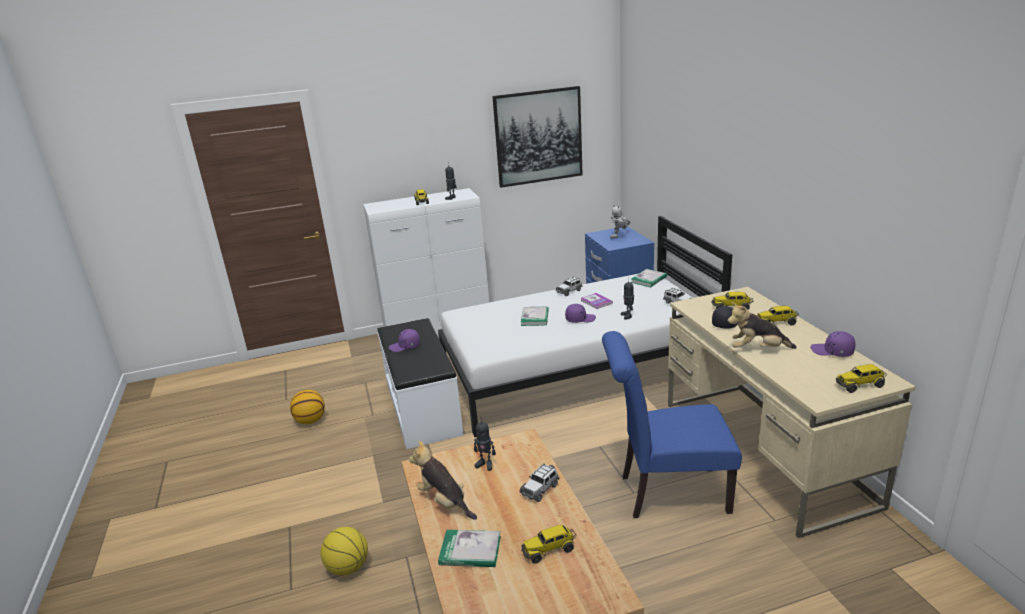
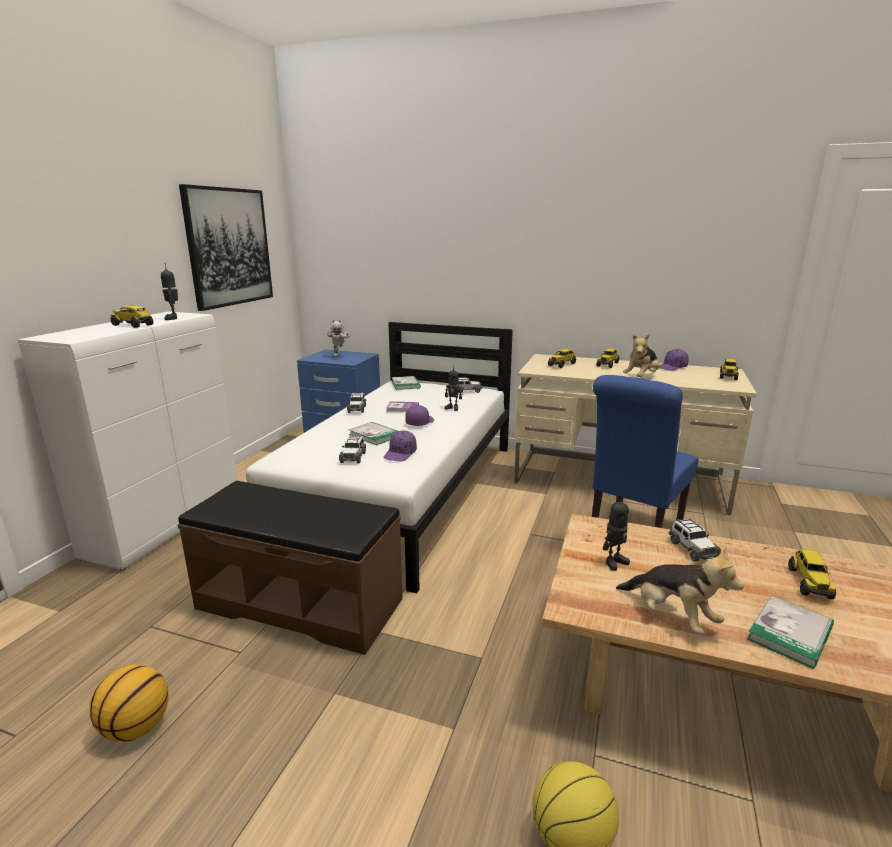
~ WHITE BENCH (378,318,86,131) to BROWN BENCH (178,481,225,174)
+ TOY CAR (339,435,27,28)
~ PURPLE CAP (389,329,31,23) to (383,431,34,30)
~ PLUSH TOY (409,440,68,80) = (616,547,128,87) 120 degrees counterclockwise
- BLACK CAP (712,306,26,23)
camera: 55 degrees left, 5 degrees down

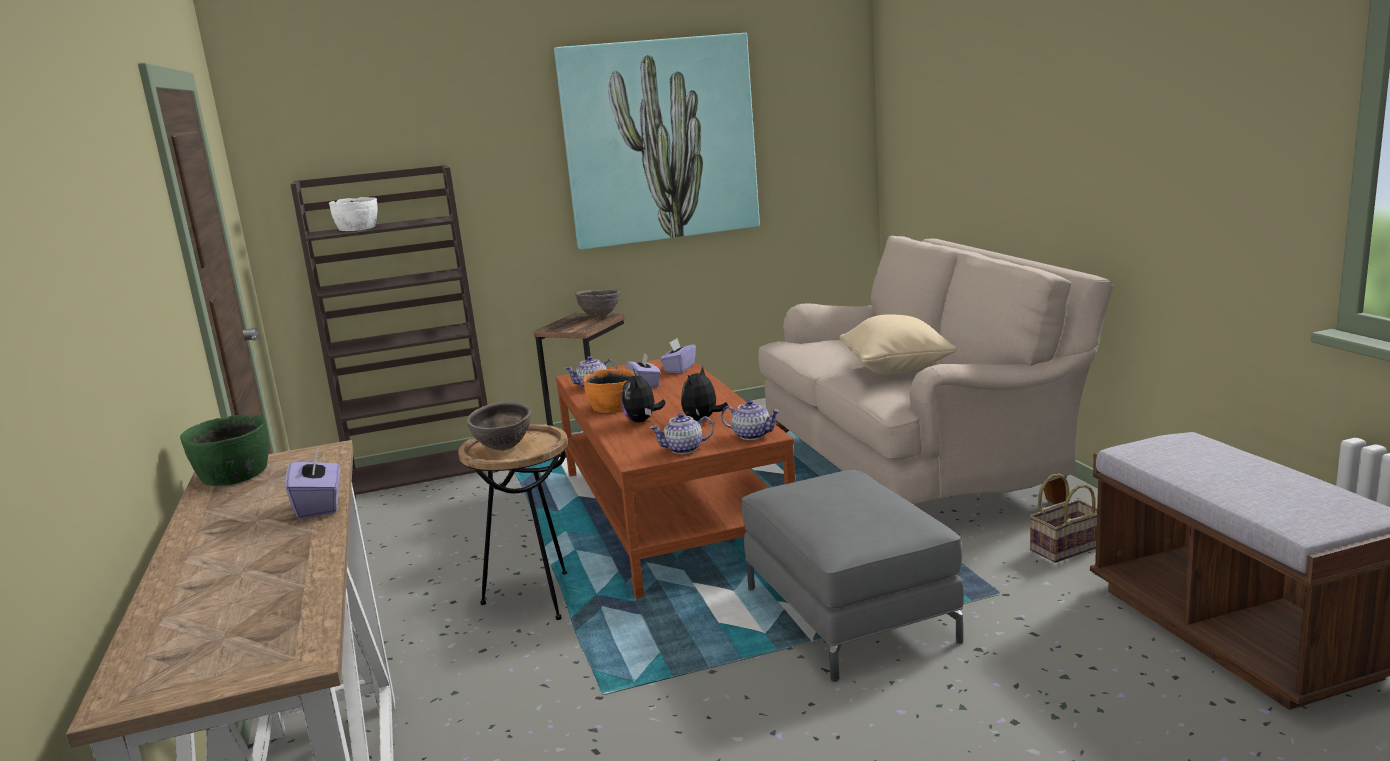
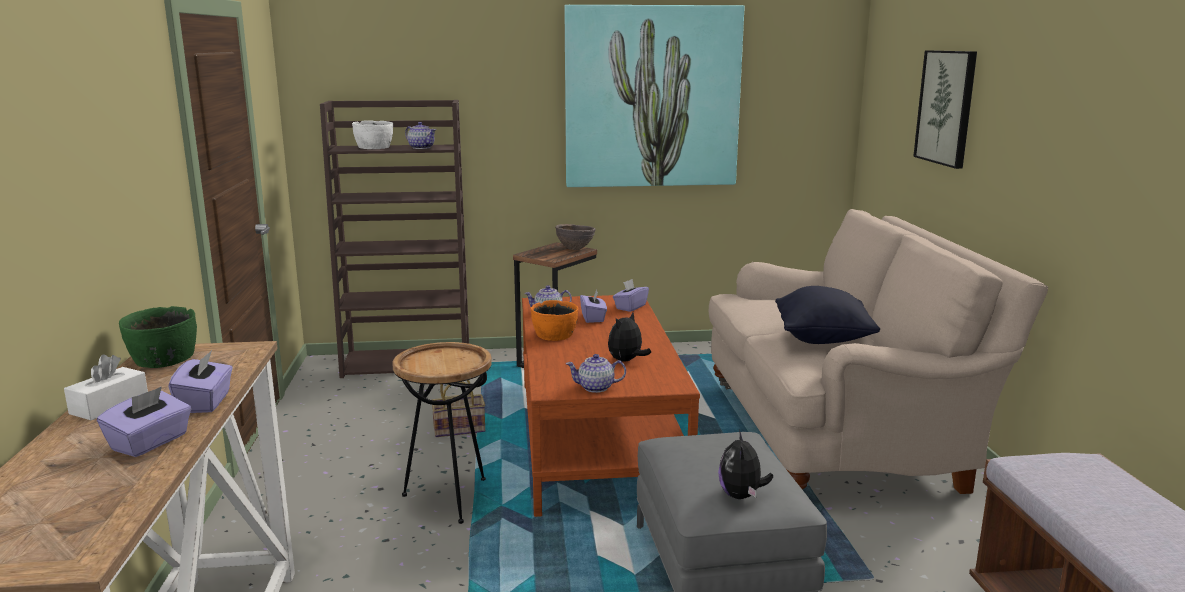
+ WHITE TISSUE BOX (64,355,84,65)
+ PURPLE TISSUE BOX (97,387,94,70)
~ TEAPOT (721,400,59,40) to (405,122,31,27)
~ BASKET (1029,473,68,90) to (432,380,53,57)
~ PLUSH TOY (621,369,44,54) to (718,430,55,69)
~ BEIGE PILLOW (840,315,117,60) to BLACK PILLOW (775,286,105,58)
+ PICTURE (913,50,64,119)
- BROWN BOWL (467,401,65,50)
camera: 10 degrees right, 0 degrees up

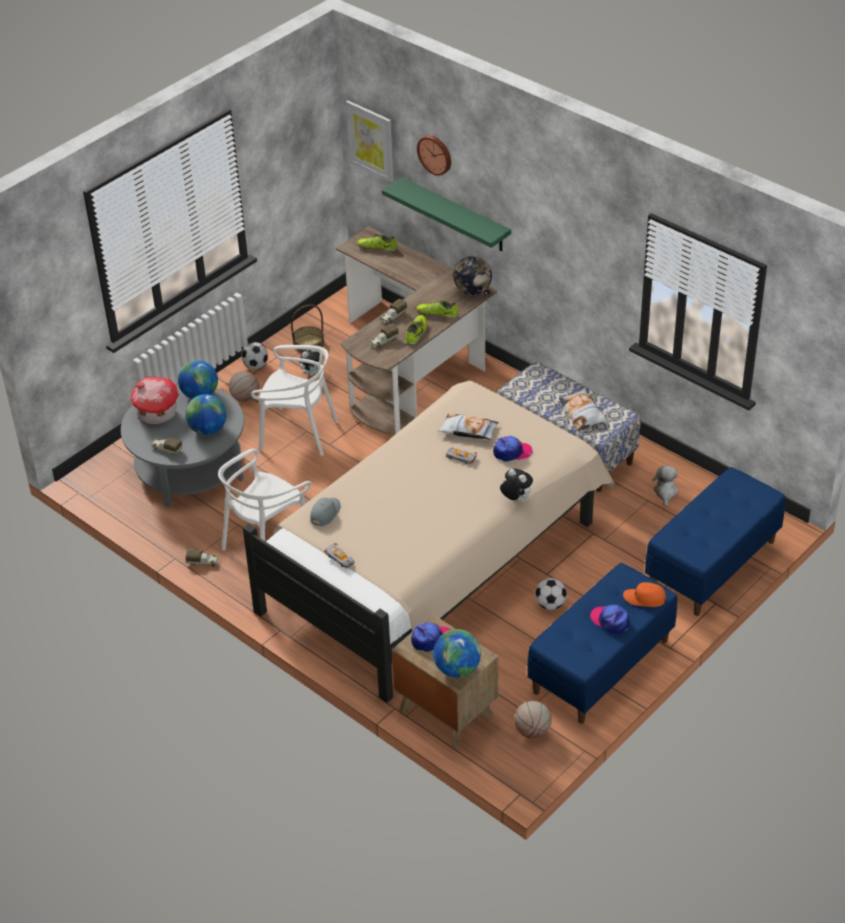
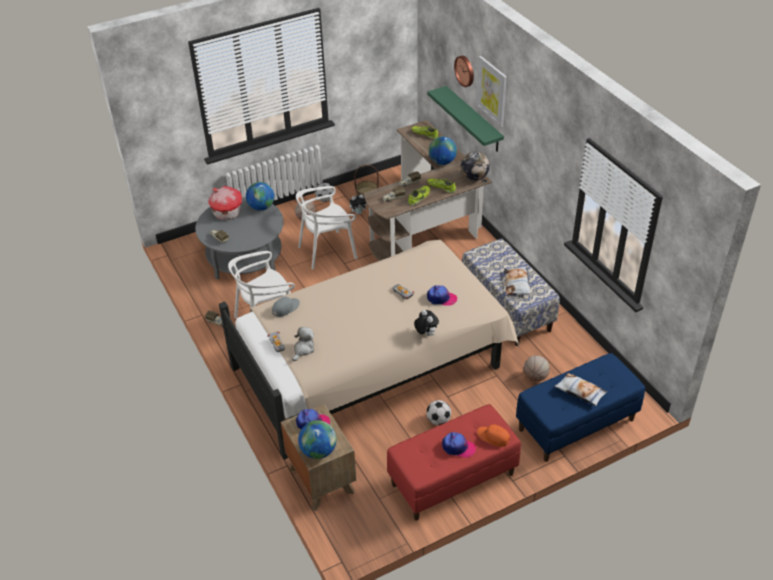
~ PLUSH TOY (652,466,27,41) to (292,327,22,34)
~ WHITE CHAIR (251,345,87,111) = (296,186,61,83) 120 degrees clockwise
~ BLUE BENCH (527,563,150,161) to RED BENCH (387,404,134,117)
~ GLOBE (185,394,41,41) to (429,137,28,28)
~ CAP (590,605,40,29) = (442,432,34,25) 135 degrees clockwise
~ PICTURE (346,101,47,81) to (476,56,31,71)
~ BASKETBALL (515,701,37,38) to (523,356,27,26)
~ PILLOW (438,414,61,26) to (555,373,52,33)
camera: 20 degrees right, 0 degrees up

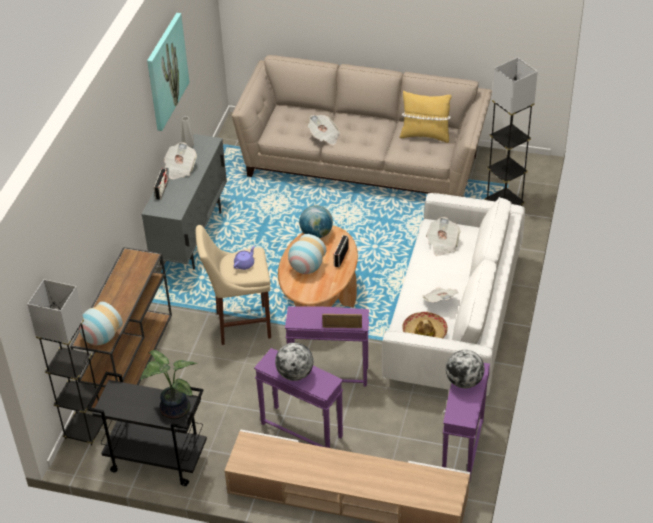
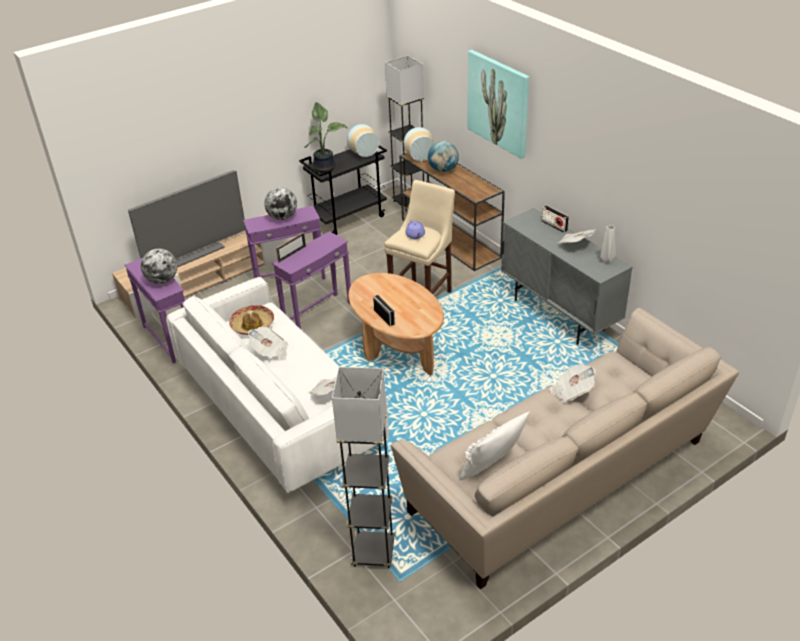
+ TELEVISION (128,170,118,97)
~ VASE (288,234,38,40) to (347,124,32,33)
~ GLOBE (299,205,34,33) to (428,141,31,31)
~ YELLOW PILLOW (400,91,52,52) to WHITE PILLOW (460,411,70,69)
~ PICTURE (147,13,43,118) to (467,50,62,109)
camera: 130 degrees right, 5 degrees down

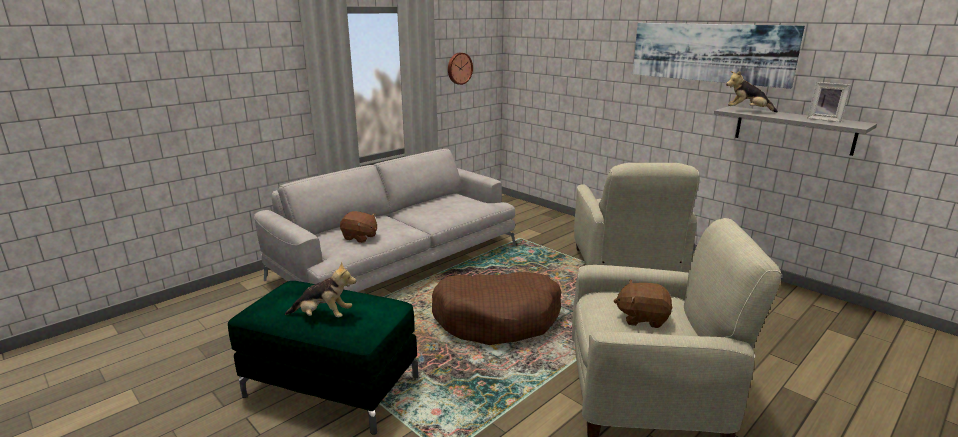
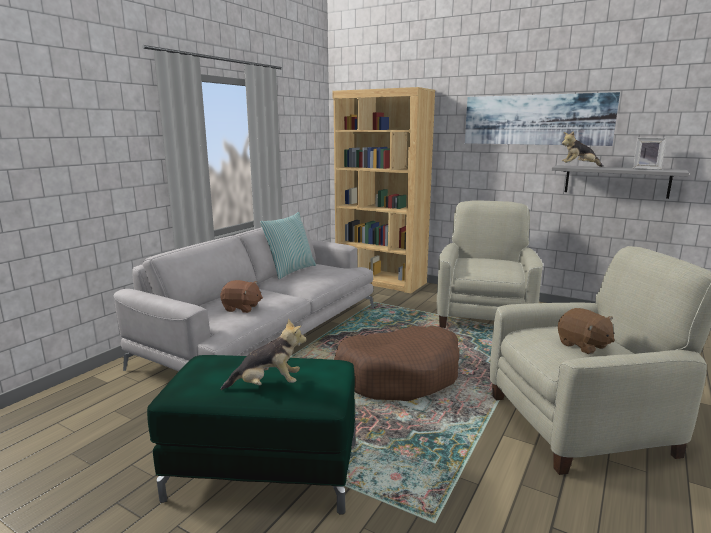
+ PILLOW (260,212,56,67)
+ BROWN BOOKCASE (333,87,102,206)
~ BEIGE ARMCHAIR (574,163,126,110) = (437,200,106,128) 150 degrees counterclockwise
~ BROWN PLUSH TOY (614,280,59,48) = (558,308,57,46) 120 degrees counterclockwise
- WALL CLOCK (448,53,25,32)
camera: 15 degrees left, 5 degrees down

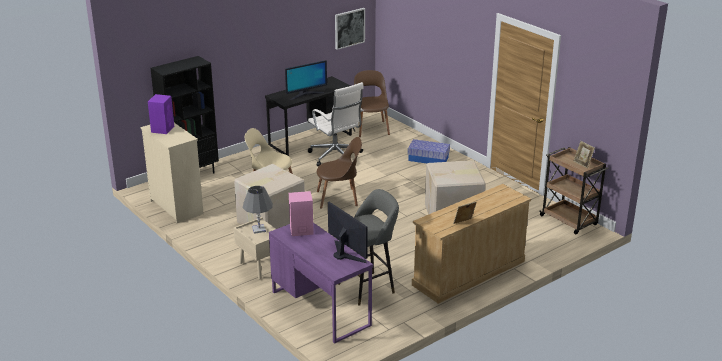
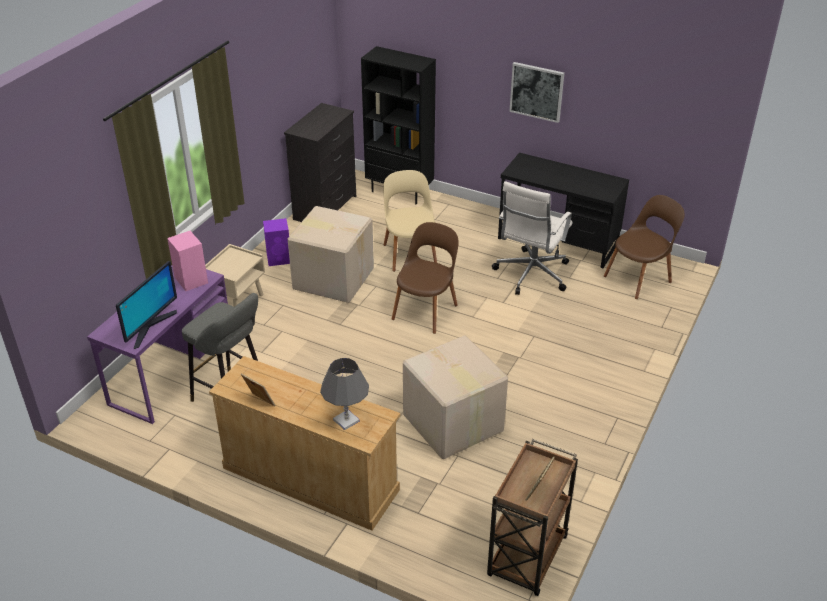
~ PURPLE SPEAKER (148,94,26,40) to (263,218,27,48)
~ BEIGE DRESSER (140,123,64,100) to BLACK DRESSER (284,103,72,119)
~ GREY TABLE LAMP (243,186,30,48) to (320,358,49,72)
~ BROWN CHAIR (317,137,45,72) = (392,222,67,112) 120 degrees counterclockwise
~ PICTURE (335,8,30,42) to (509,62,55,61)
- MONITOR (285,60,42,40)
- STORAGE BOX (408,139,42,24)
camera: 65 degrees right, 10 degrees up

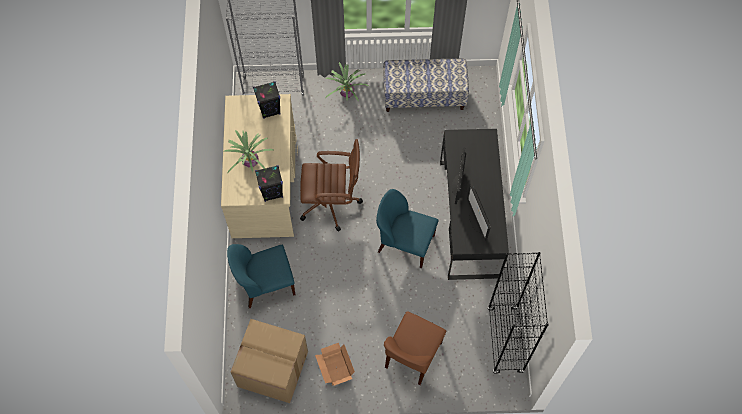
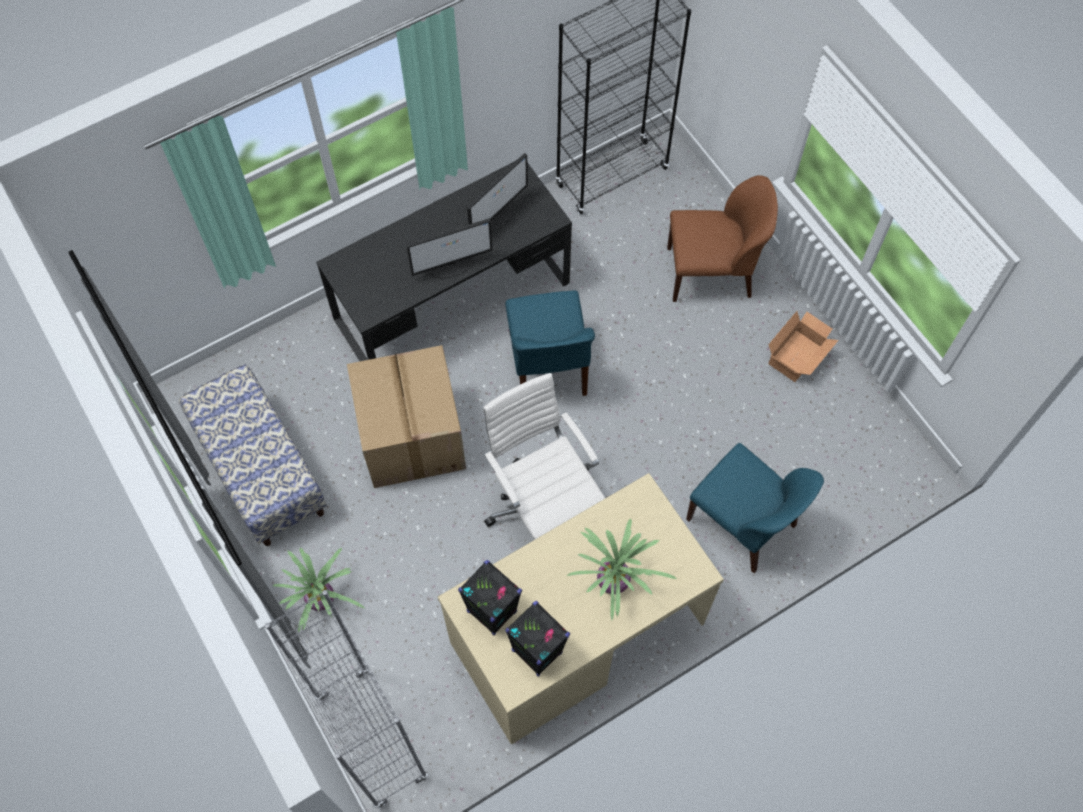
~ CARDBOARD BOX (231,319,77,84) to (347,345,119,143)
~ BROWN OFFICE CHAIR (300,139,63,92) to WHITE OFFICE CHAIR (483,373,122,167)
~ BLACK SPEAKER (255,165,28,37) to (505,601,65,76)
camera: 120 degrees left, 0 degrees up

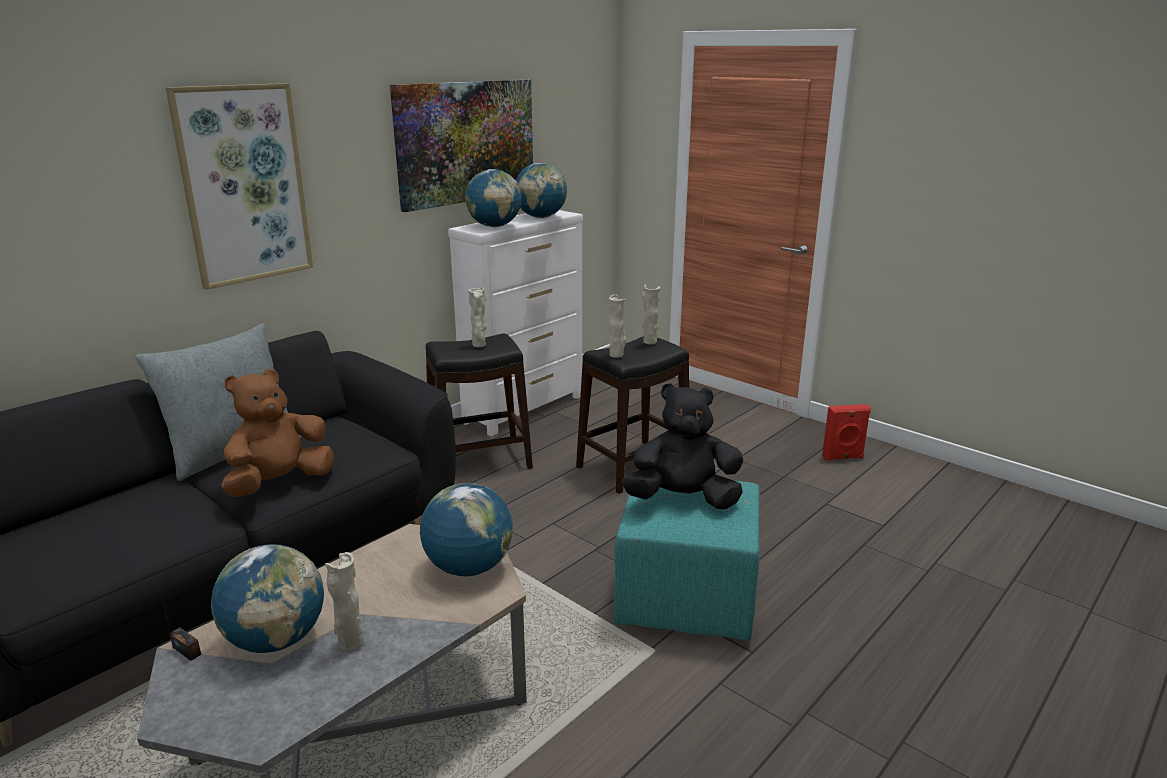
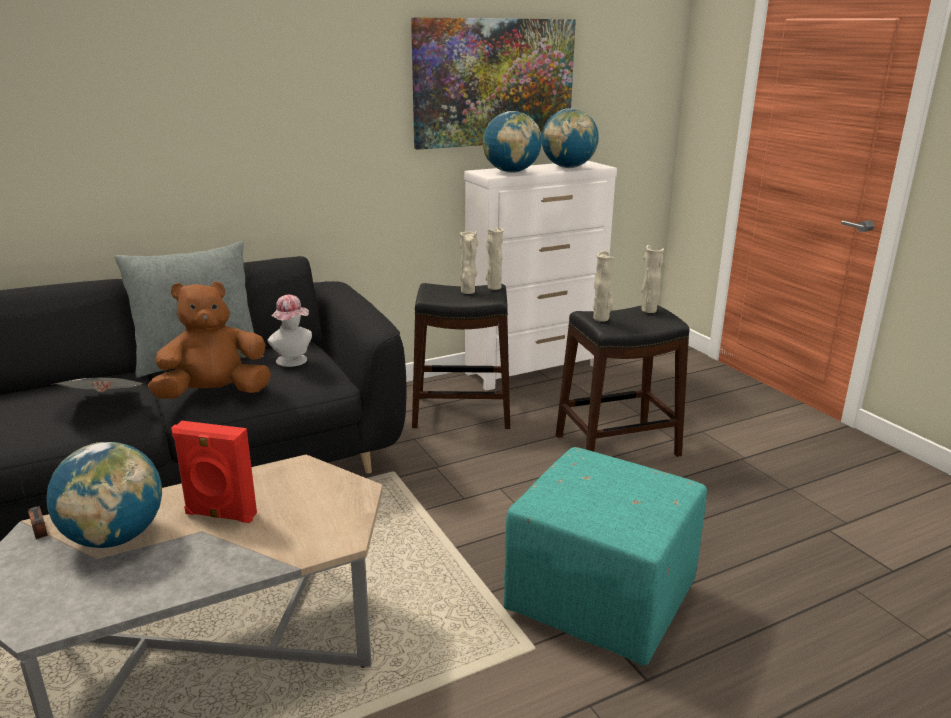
+ NEWSPAPER (56,378,88,14)
~ RED SPEAKER (822,404,49,57) to (171,421,86,102)
+ HAT (267,295,45,72)
~ BEIGE VASE (325,552,39,100) to (486,228,18,62)
- PICTURE (166,83,147,207)
- GLOBE (420,483,93,93)
- BLACK PLUSH TOY (622,383,121,126)
camera: 20 degrees right, 0 degrees up

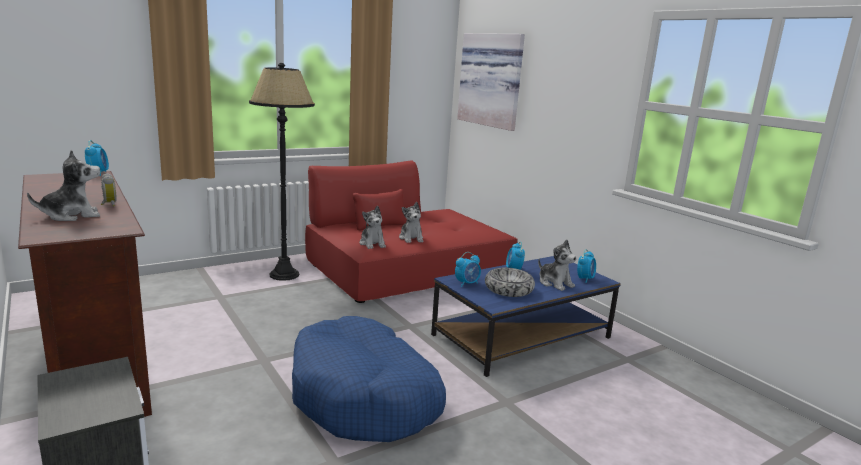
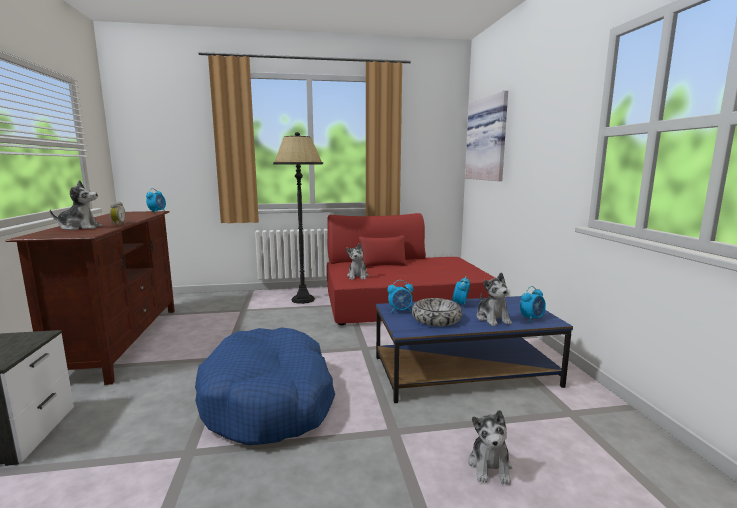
~ PLUSH TOY (399,202,24,41) to (468,410,44,75)
camera: 25 degrees right, 5 degrees down

